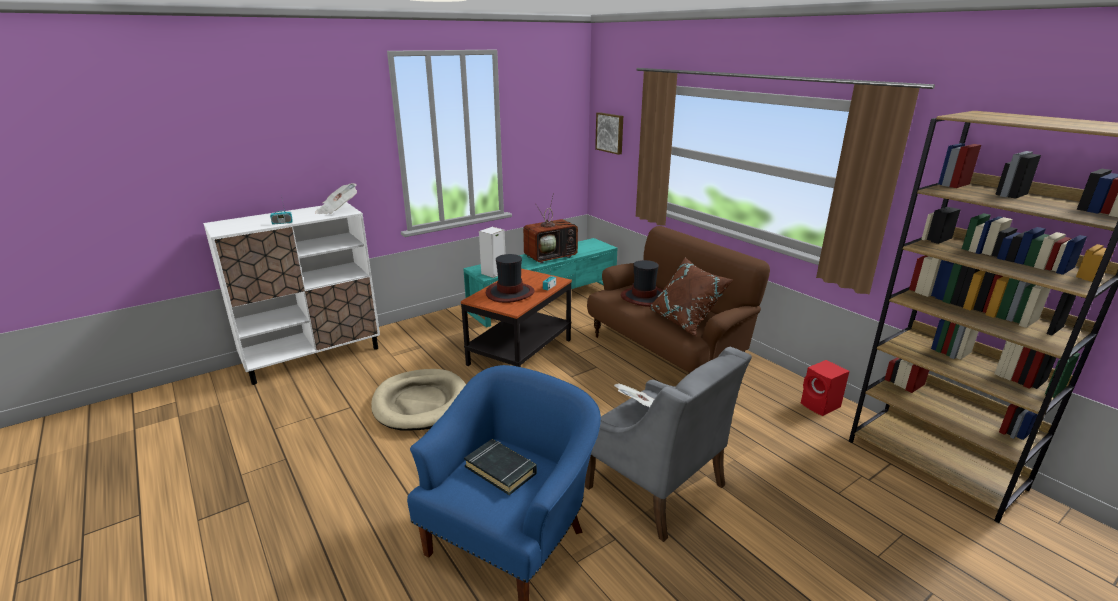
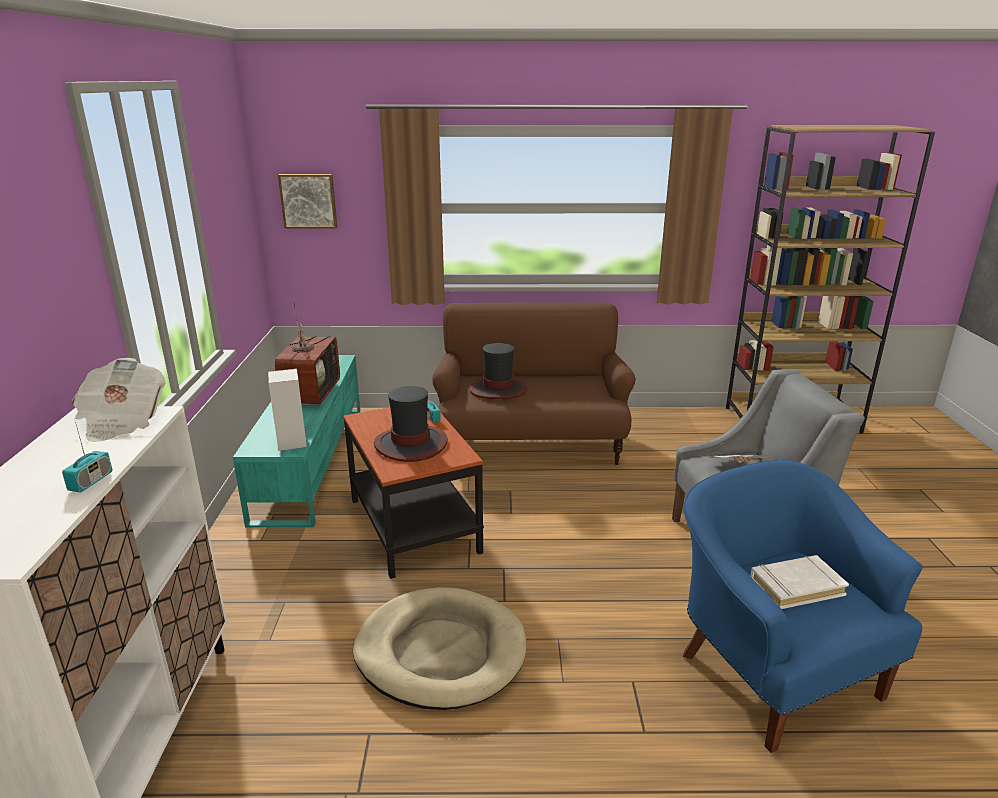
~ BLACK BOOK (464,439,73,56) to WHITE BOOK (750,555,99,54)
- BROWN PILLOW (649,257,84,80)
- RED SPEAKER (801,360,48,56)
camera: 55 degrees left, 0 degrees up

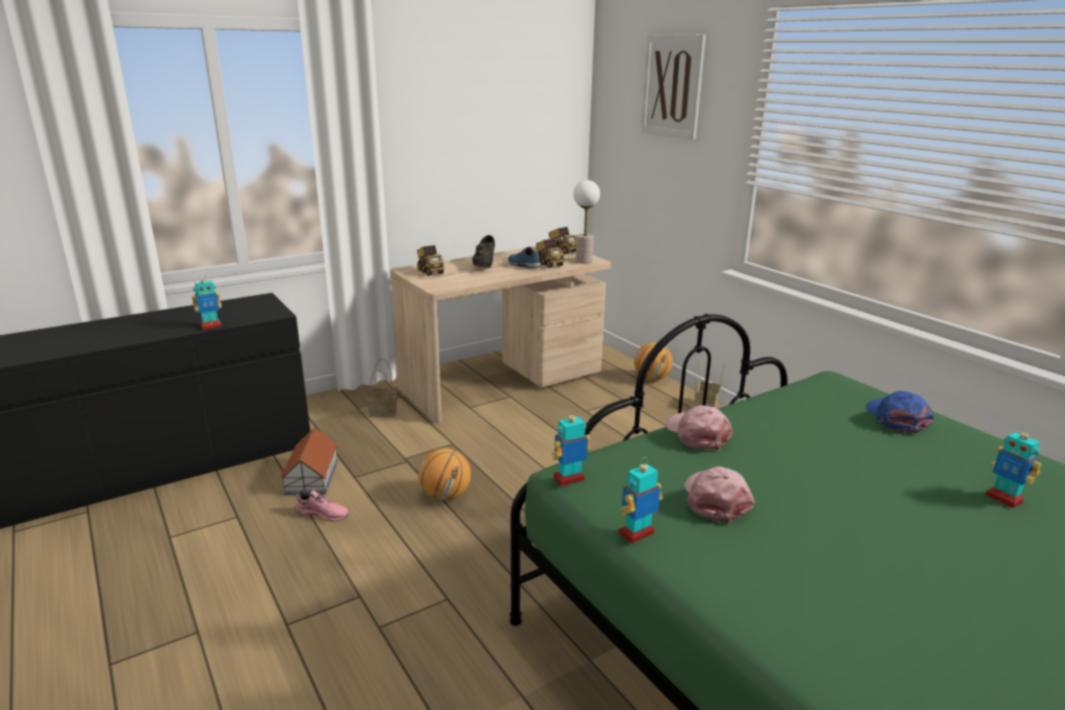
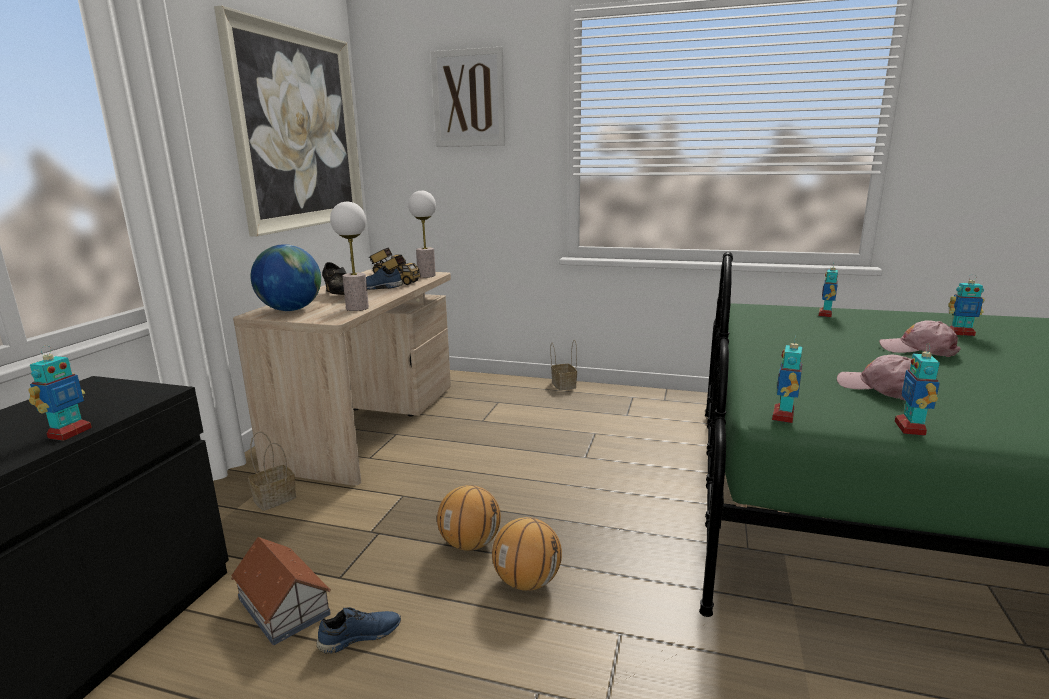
+ PICTURE (214,6,149,231)
~ TOY TRUCK (417,245,27,31) to GLOBE (251,244,70,67)
~ PINK SHOE (295,490,54,31) to BLUE SHOE (317,607,84,47)
+ TABLE LAMP (330,202,39,109)
~ BASKETBALL (634,343,39,38) to (492,517,70,74)
~ BLUE CAP (866,391,68,43) to TOY ROBOT (819,264,19,53)
~ PINK CAP (666,405,67,45) to (879,320,82,37)
camera: 40 degrees left, 5 degrees down

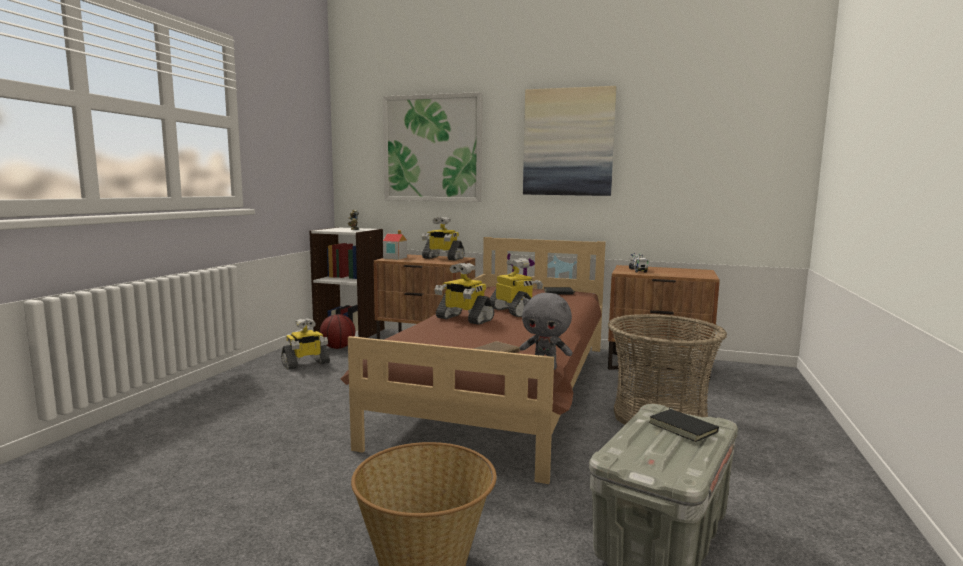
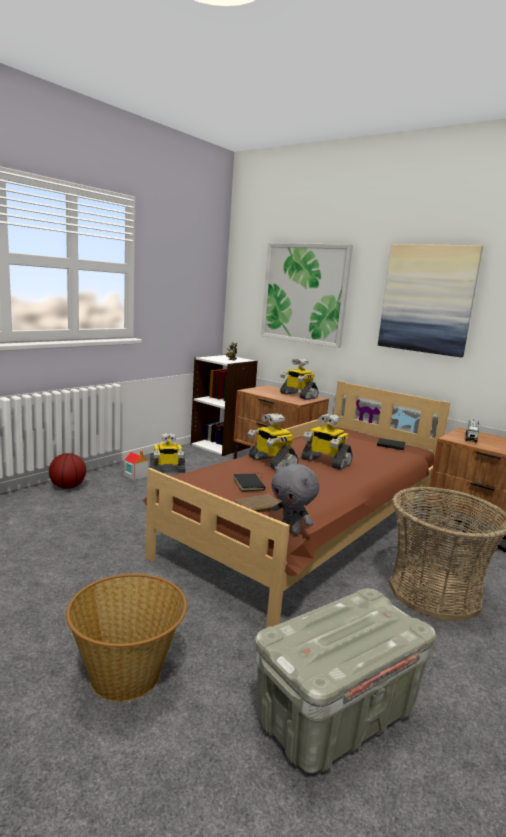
~ BASKETBALL (320,314,35,35) to (49,453,37,36)
~ TOY HOUSE (383,230,24,29) to (124,450,24,30)
~ BLACK BOOK (649,407,70,35) to (233,473,32,18)
~ TOY ROBOT (490,258,53,59) = (301,414,52,56) 135 degrees clockwise
camera: 20 degrees right, 5 degrees up

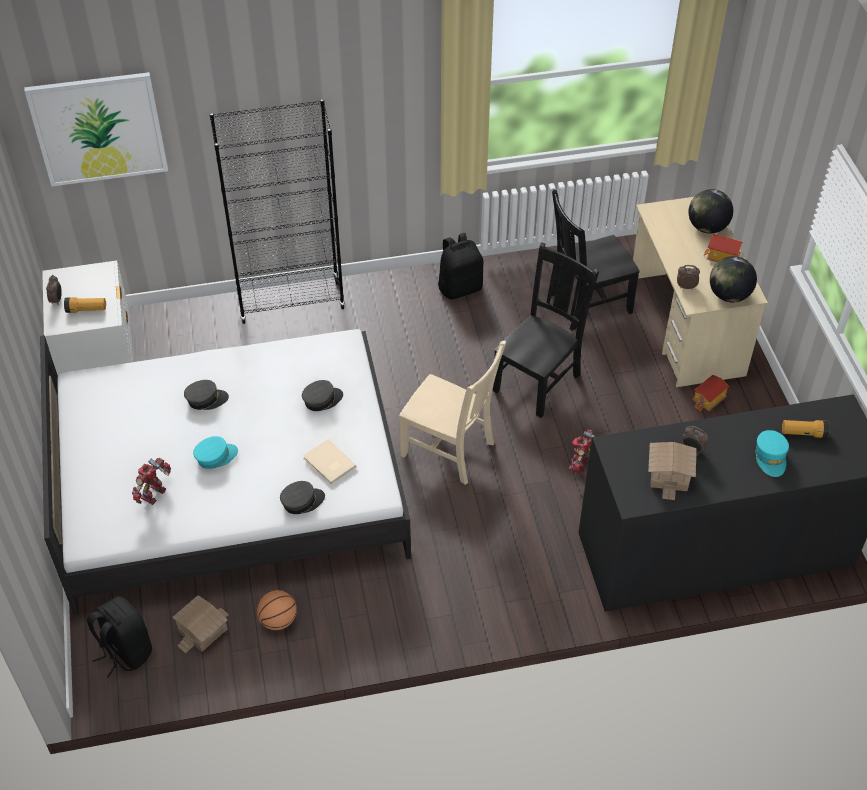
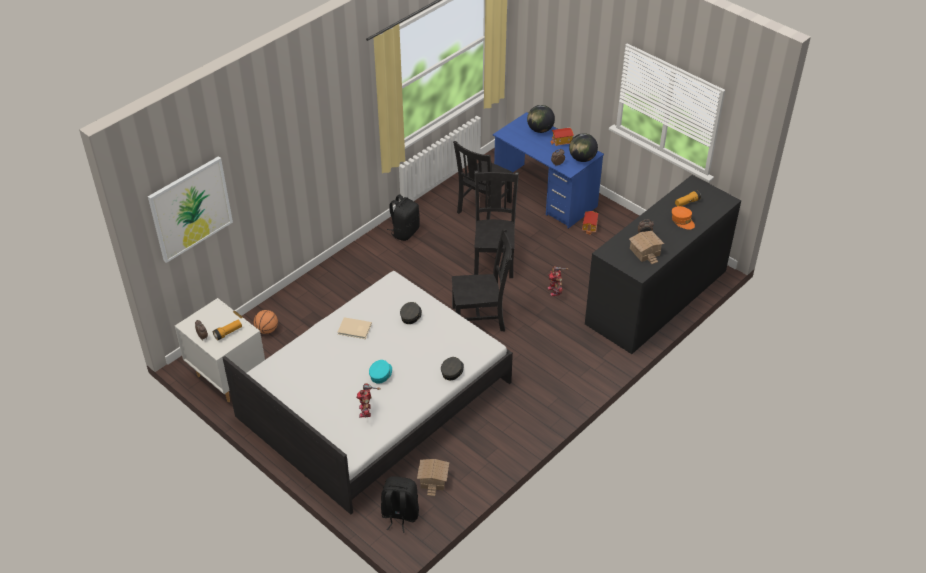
~ BASKETBALL (256,590,41,40) to (254,310,24,24)
~ BEIGE BOOK (303,439,54,46) to (338,317,34,22)
~ BEIGE CHAIR (399,341,107,144) to BLACK CHAIR (452,228,60,104)
~ BEIGE DESK (633,197,135,190) to BLUE DESK (493,112,111,117)
~ TURQUOISE CAP (755,430,34,47) to ORANGE CAP (672,206,23,24)
- GREY CAP (184,380,45,30)
- BLACK BOOKCASE (209,99,136,225)
camera: 35 degrees left, 5 degrees down

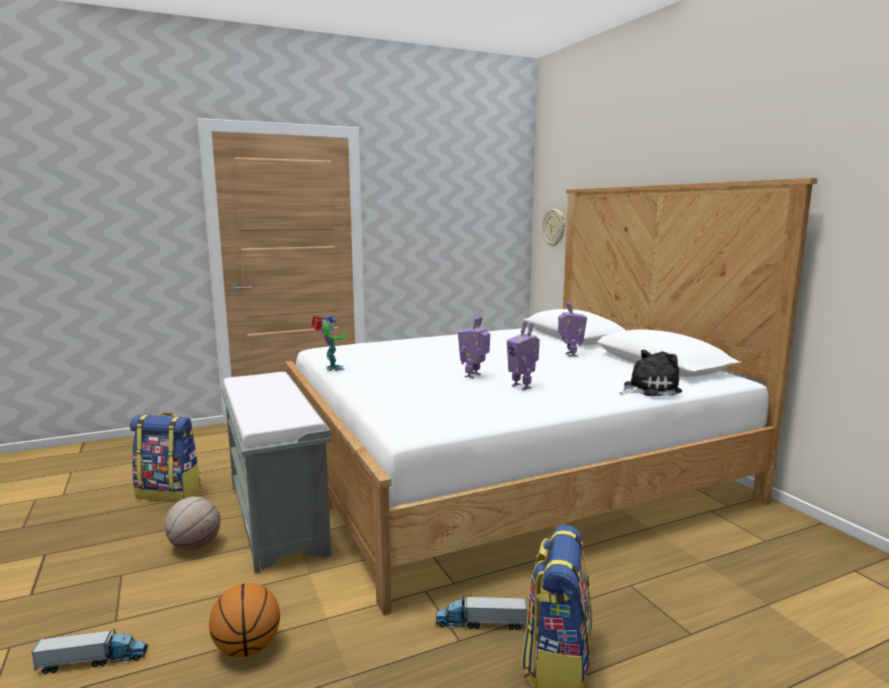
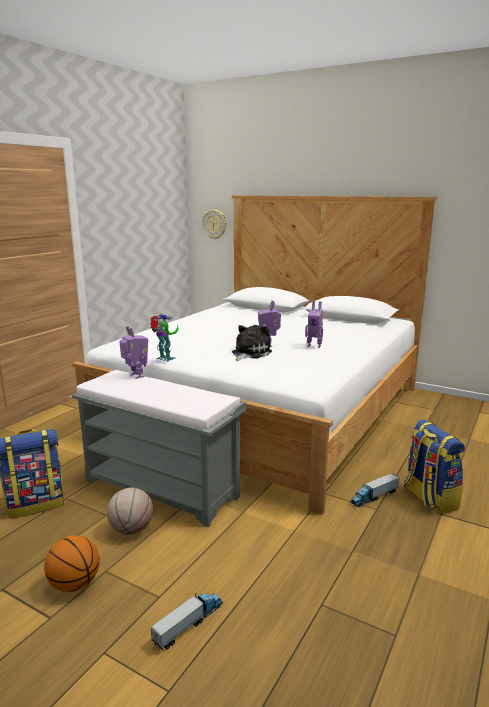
~ BASKETBALL (209,583,71,74) to (44,535,56,57)
~ TOY ROBOT (558,302,29,55) to (119,326,29,53)
~ PLUSH TOY (619,350,63,46) to (232,325,40,36)
camera: 35 degrees left, 5 degrees up

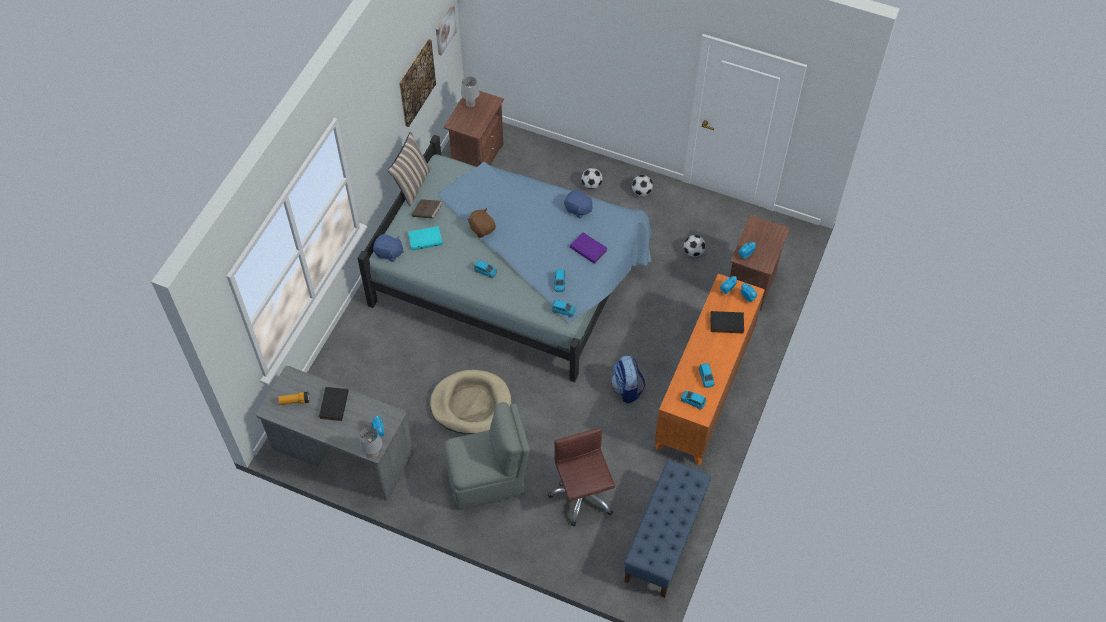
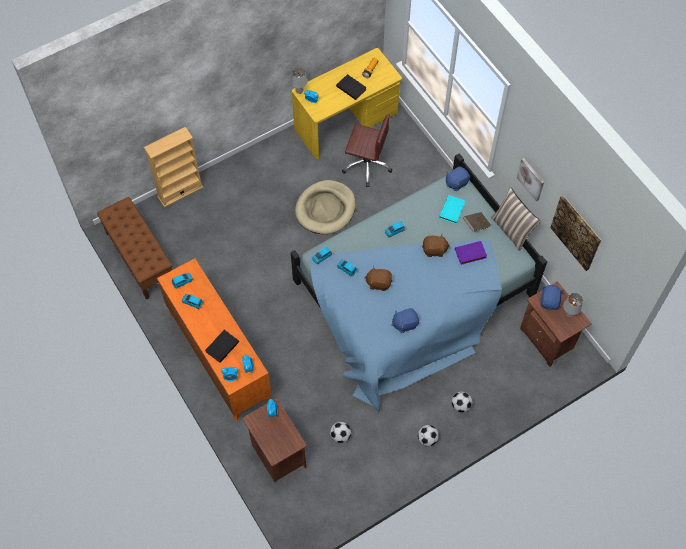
~ BLUE BENCH (624,460,87,138) to BROWN BENCH (97,197,75,102)
+ BEIGE BOOKCASE (144,127,59,80)
~ GREY DESK (256,366,158,135) to YELLOW DESK (292,48,110,111)
~ BROWN OFFICE CHAIR (548,427,67,99) to (342,114,50,73)
+ BROWN PLUSH TOY (364,266,28,25)
~ PURPLE BOOK (570,232,37,32) to (455,241,32,24)
~ PICTURE (436,5,21,50) to (517,158,27,44)
+ BLUE PLUSH TOY (541,285,23,25)
- GREY CHAIR (444,402,86,108)
- BACKPACK (611,355,35,48)
camera: 125 degrees right, 5 degrees up

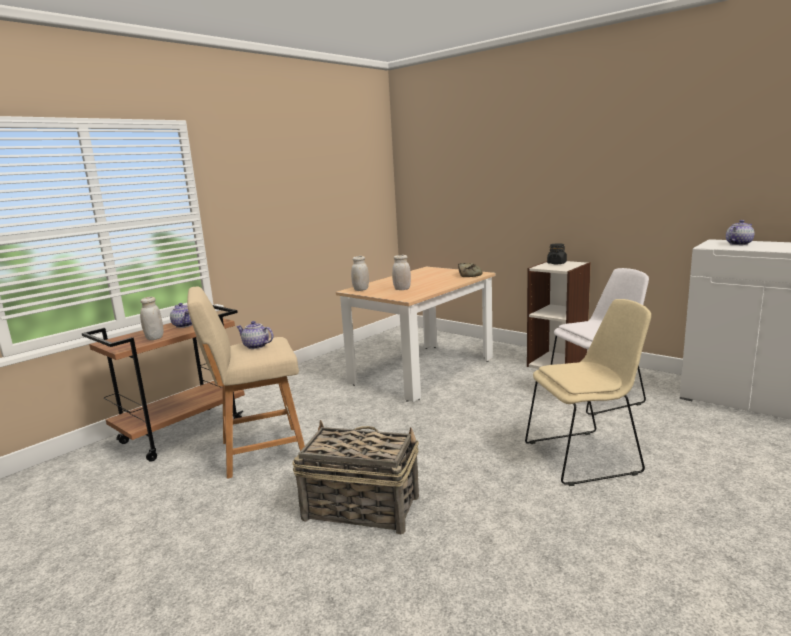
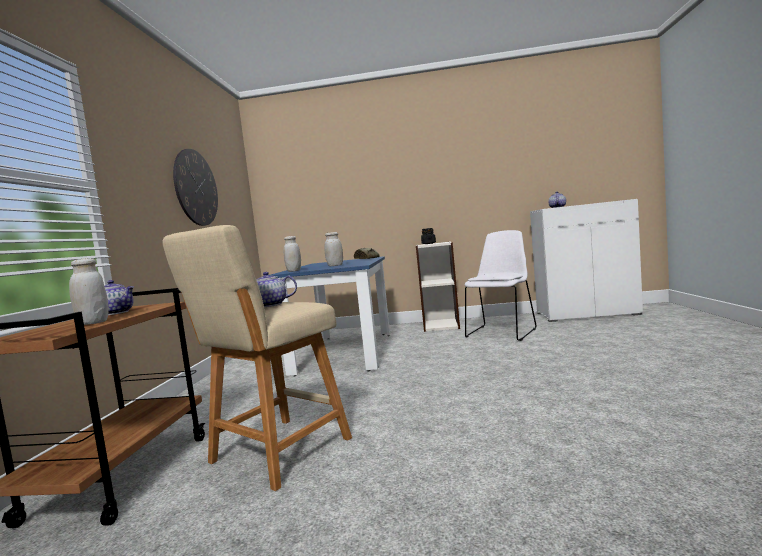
+ WALL CLOCK (173,149,45,77)
~ BEIGE DINING TABLE (336,267,159,135) to BLUE DINING TABLE (271,256,119,121)
- BASKET (293,420,126,114)
- BEIGE CHAIR (525,299,126,187)
camera: 35 degrees left, 10 degrees down

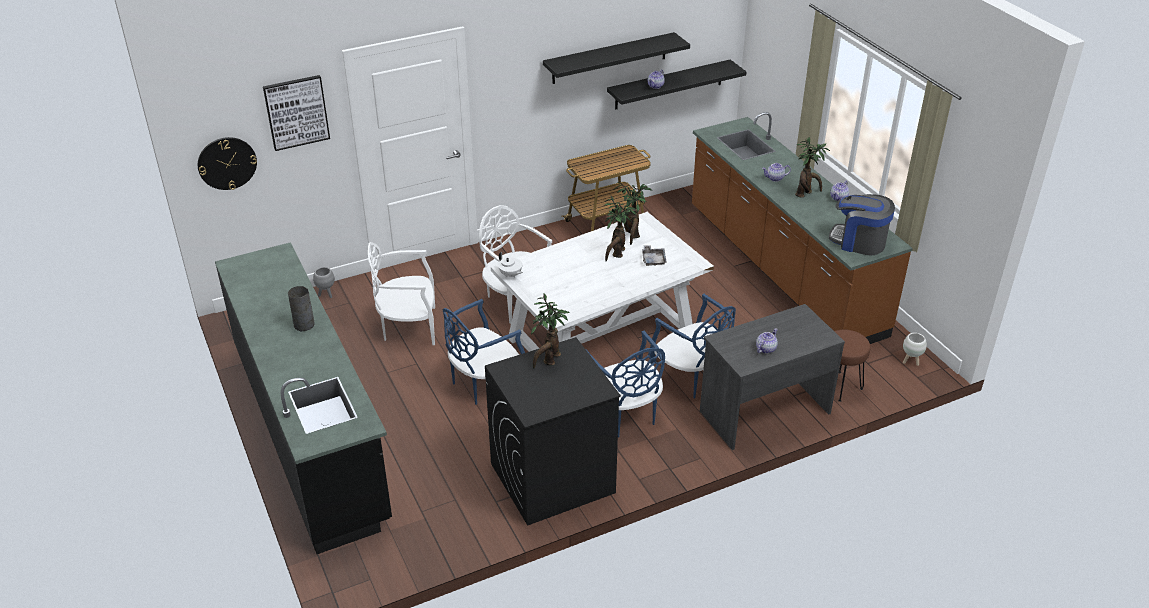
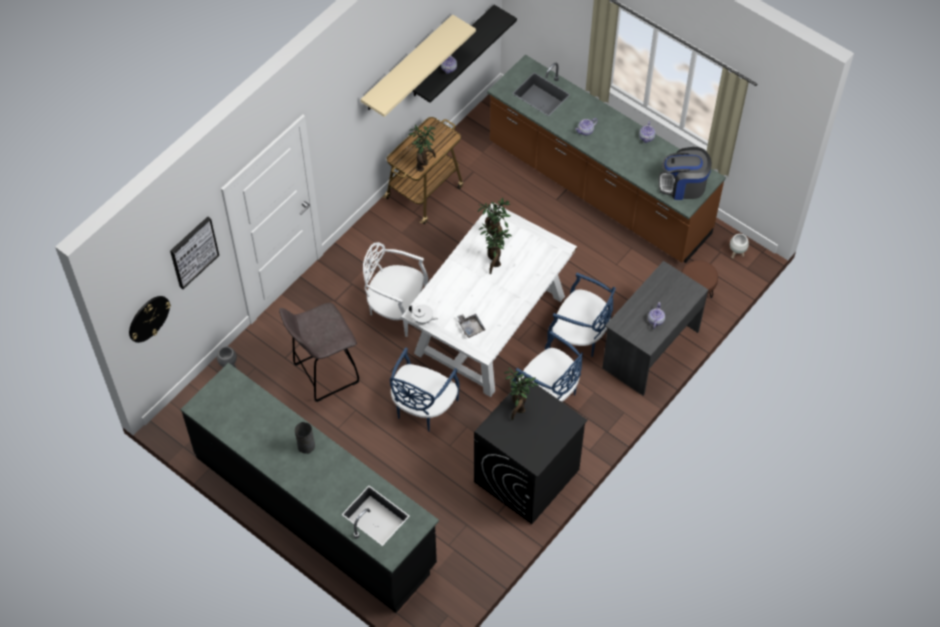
~ WHITE CHAIR (368,242,67,103) to GREY STOOL (279,303,80,99)
~ BLACK SHELF (543,32,147,52) to BEIGE SHELF (361,14,115,103)
~ POTTED PLANT (795,137,35,61) to (409,125,27,47)
~ GREY TRAY (642,245,25,21) to (457,314,28,24)
camera: 25 degrees left, 20 degrees up

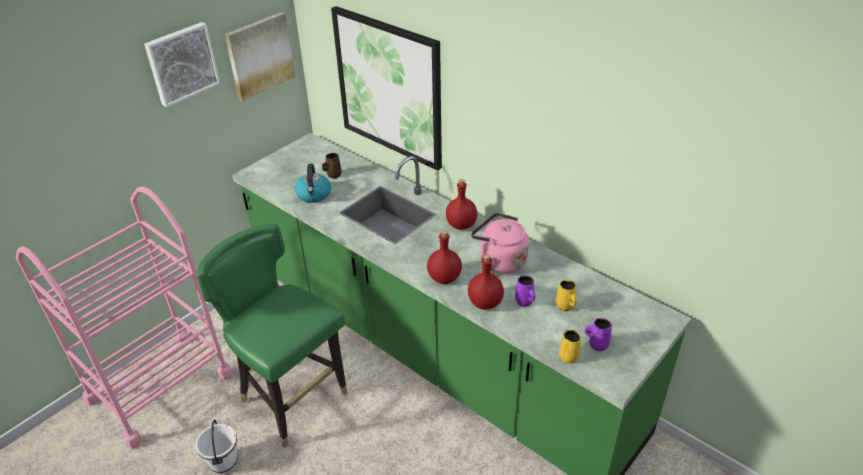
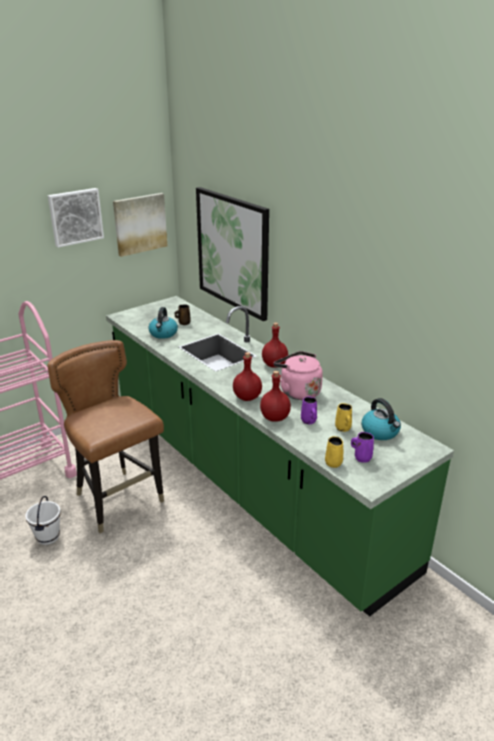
~ GREEN CHAIR (196,223,151,225) to BROWN CHAIR (47,340,117,193)
+ KETTLE (362,398,39,42)
camera: 10 degrees right, 10 degrees down

